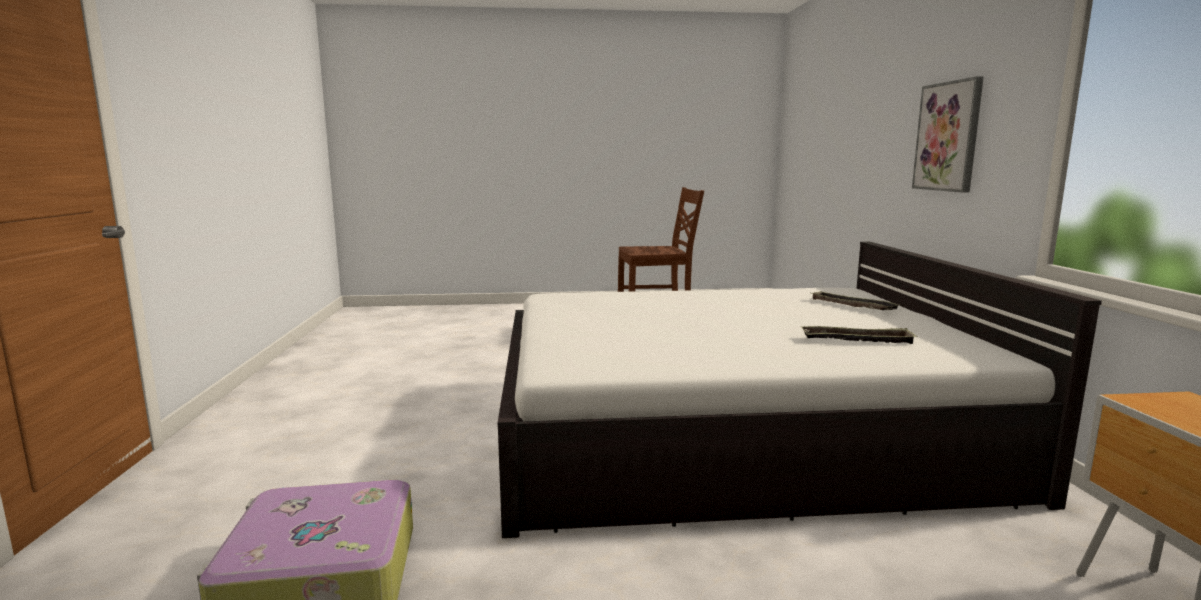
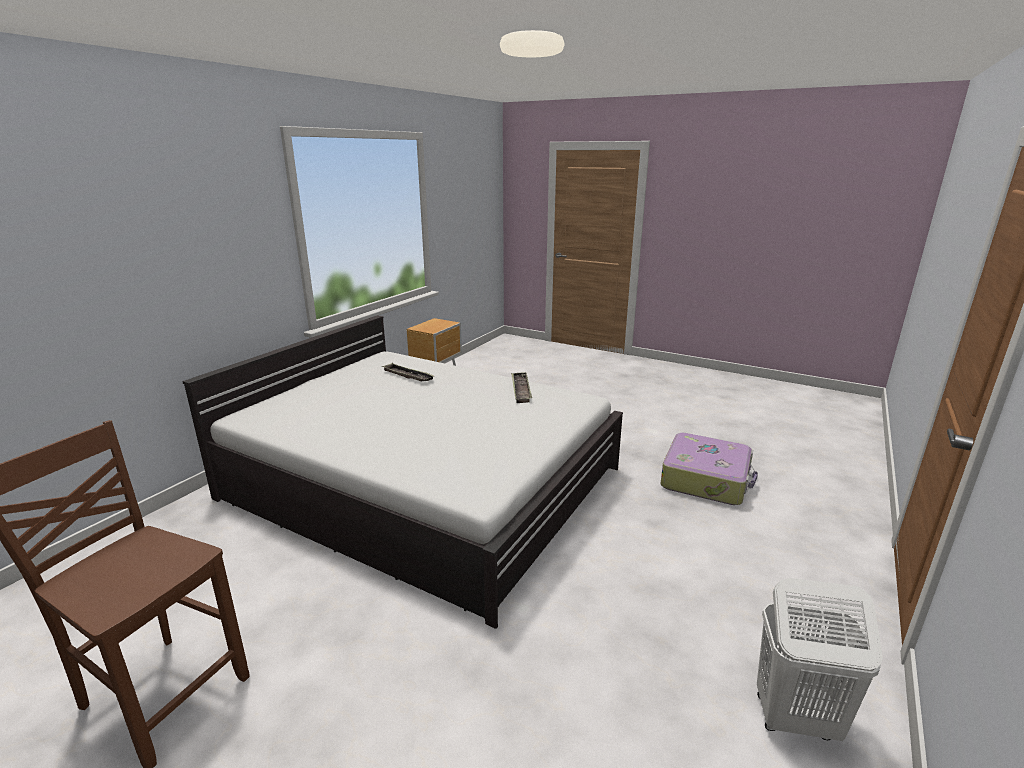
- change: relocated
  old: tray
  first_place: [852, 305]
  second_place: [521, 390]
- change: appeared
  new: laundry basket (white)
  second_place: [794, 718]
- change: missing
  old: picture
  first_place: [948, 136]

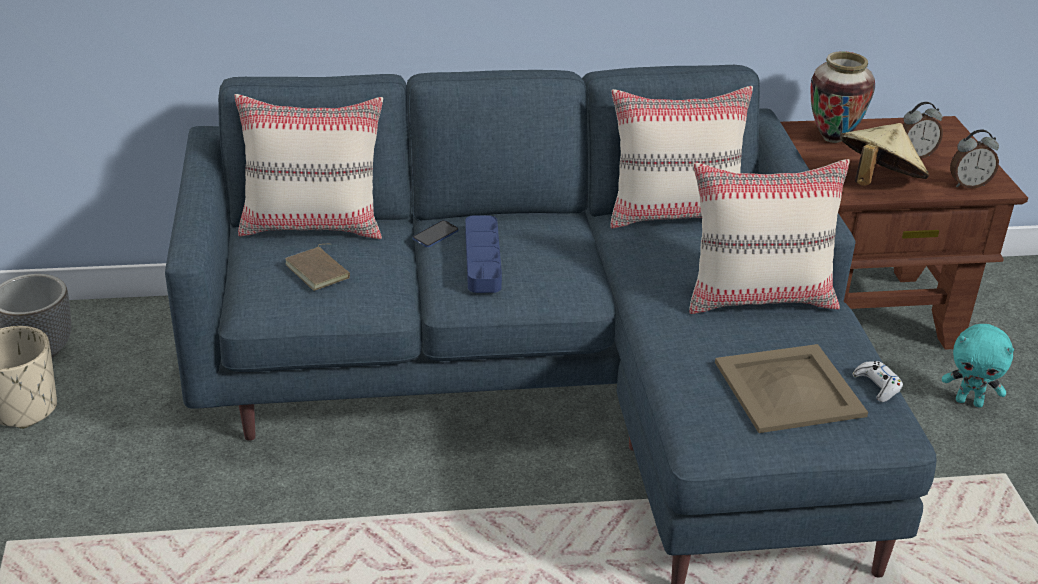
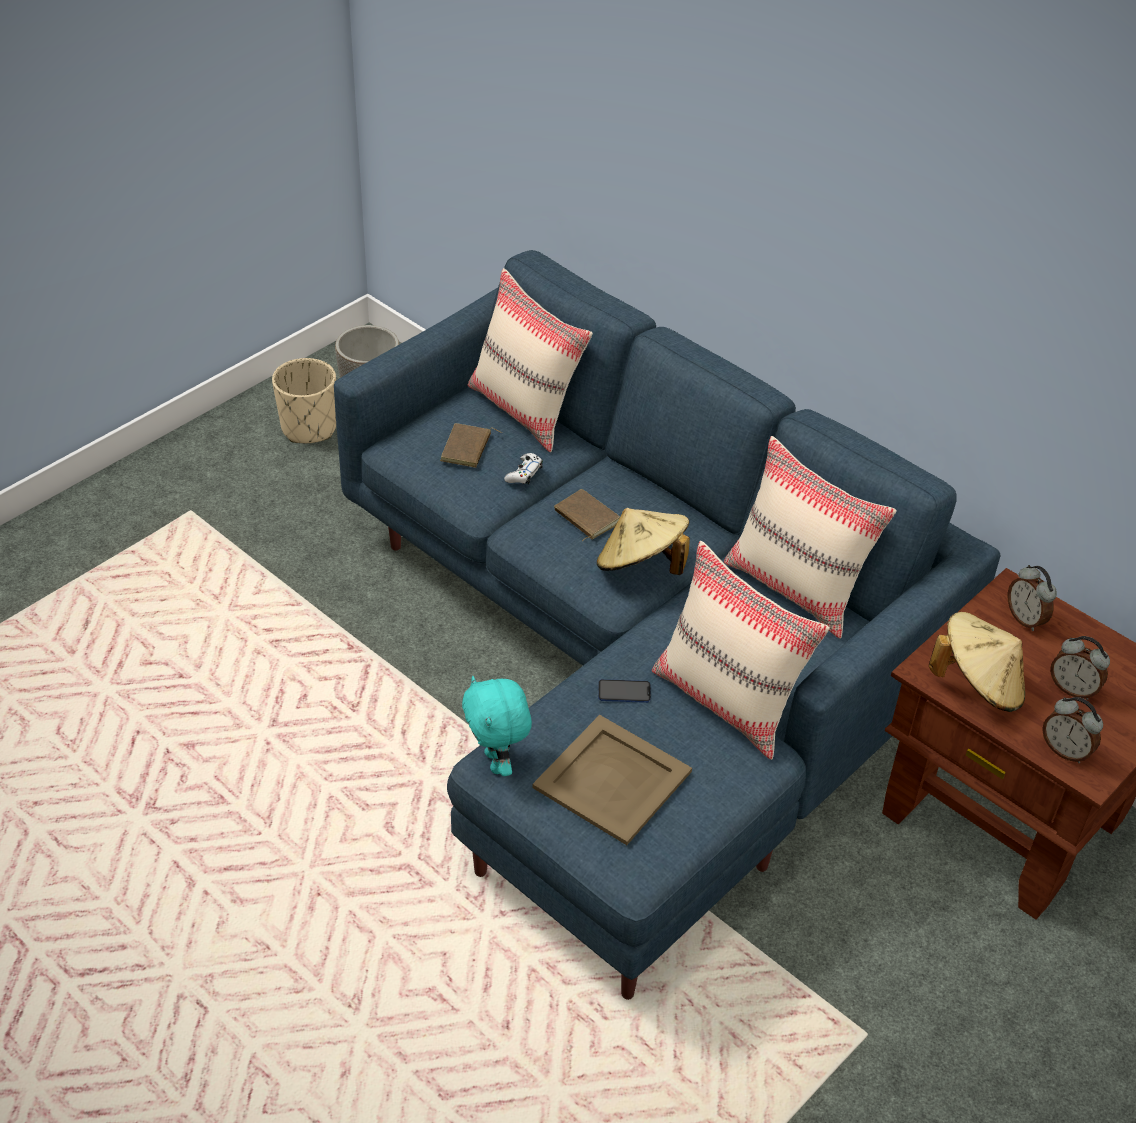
- change: relocated
  old: plush toy (turquoise)
  first_place: [969, 402]
  second_place: [497, 762]
- change: relocated
  old: game controller (white)
  first_place: [877, 386]
  second_place: [524, 473]
- change: exchanged
  old: tray (blue)
  new: book (brown)
  first_place: [482, 259]
  second_place: [585, 518]
- change: appeared
  new: hat (beige)
  second_place: [641, 566]
- change: relocated
  old: phone
  first_place: [435, 235]
  second_place: [624, 692]
- change: exchanged
  old: vase
  new: alarm clock
  first_place: [833, 138]
  second_place: [1025, 619]

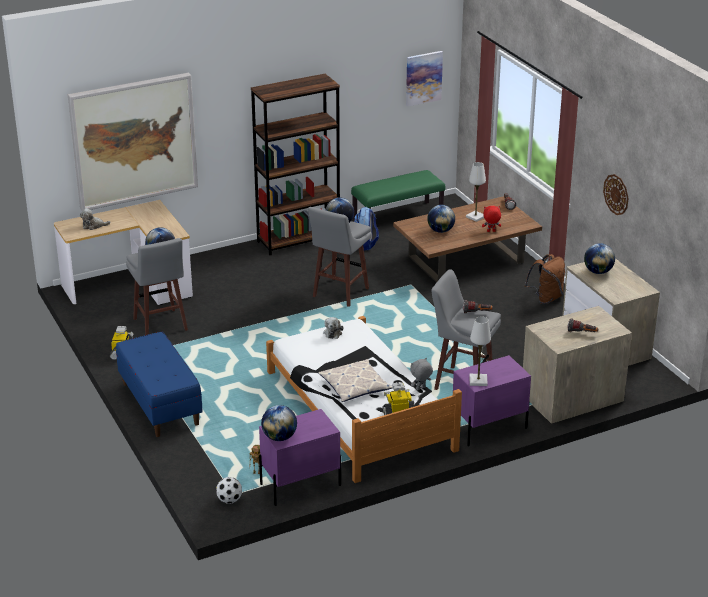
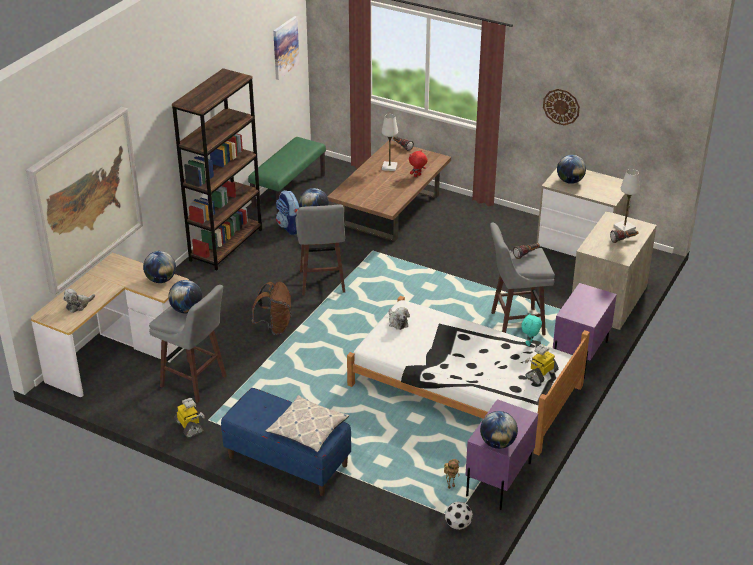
- change: relocated
  old: globe
  first_place: [440, 231]
  second_place: [161, 280]
- change: relocated
  old: backpack (brown)
  first_place: [546, 298]
  second_place: [275, 327]
- change: relocated
  old: pillow
  first_place: [355, 386]
  second_place: [308, 429]
- change: colour
  old: plush toy (grey)
  new: plush toy (turquoise)
  first_place: [420, 388]
  second_place: [530, 343]
- change: relocated
  old: table lamp (white)
  first_place: [478, 381]
  second_place: [624, 227]

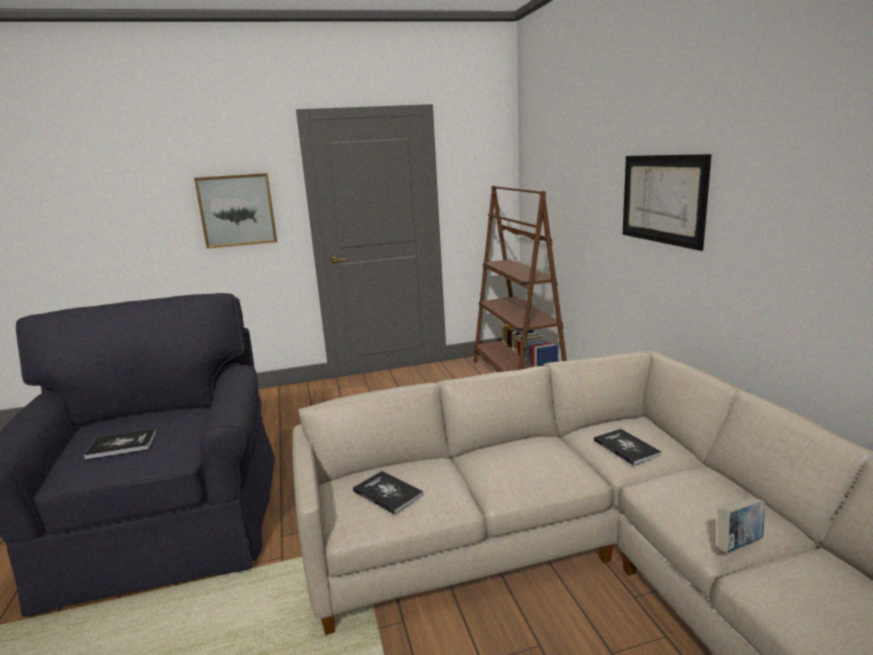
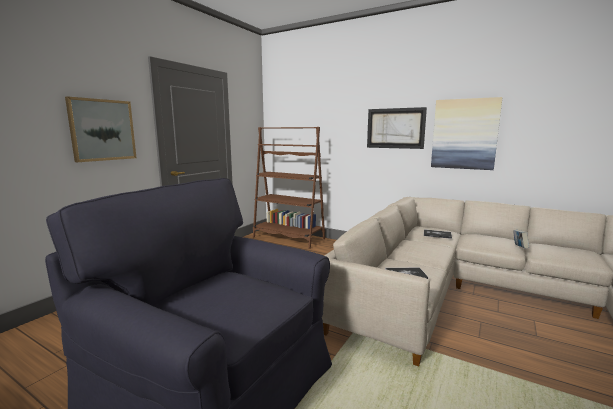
- change: appeared
  new: picture
  second_place: [464, 134]
- change: missing
  old: book
  first_place: [122, 445]

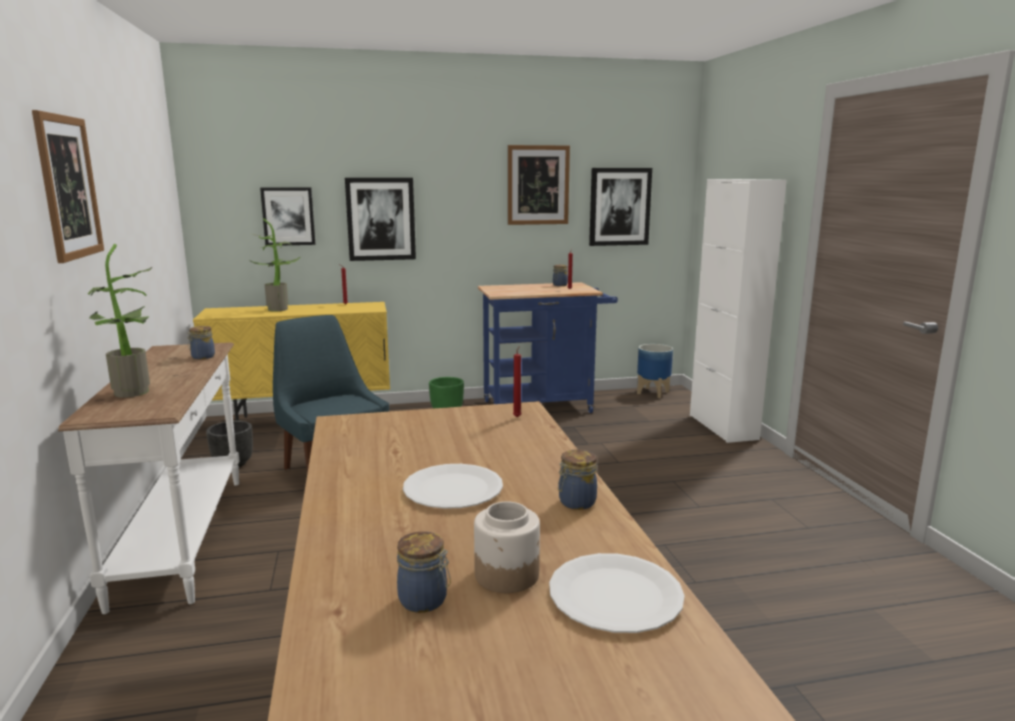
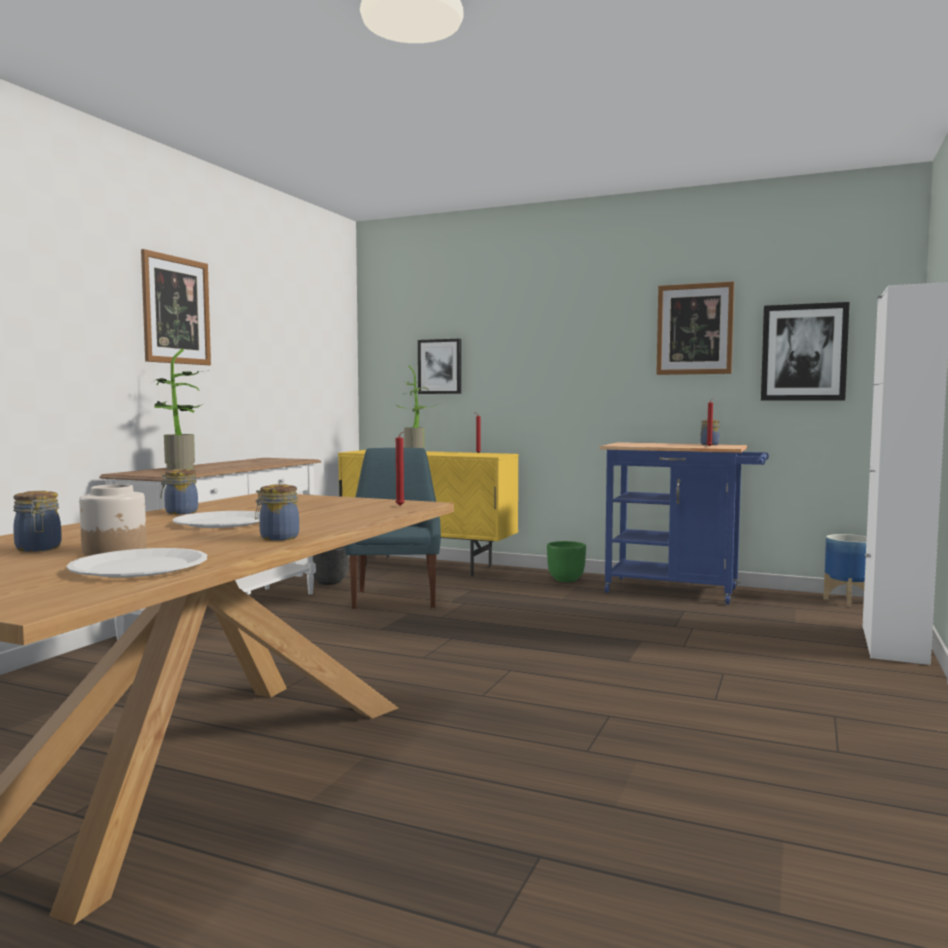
- change: relocated
  old: jar
  first_place: [202, 357]
  second_place: [180, 512]
- change: missing
  old: picture
  first_place: [381, 219]

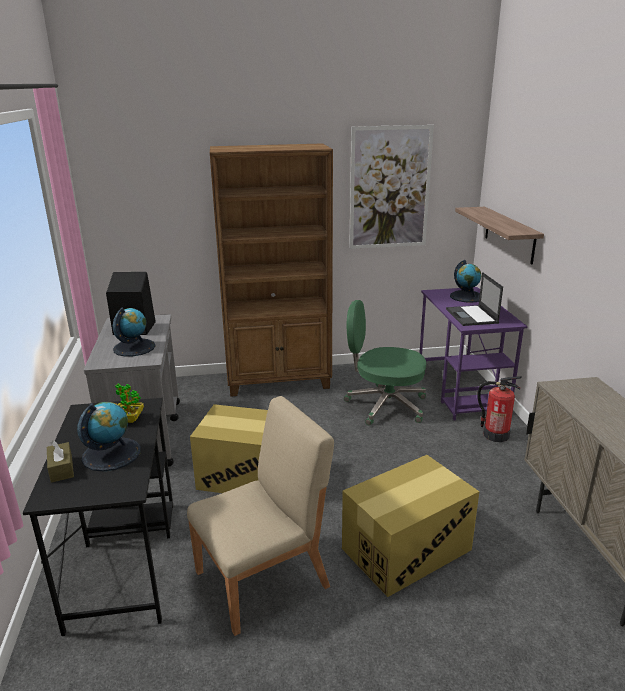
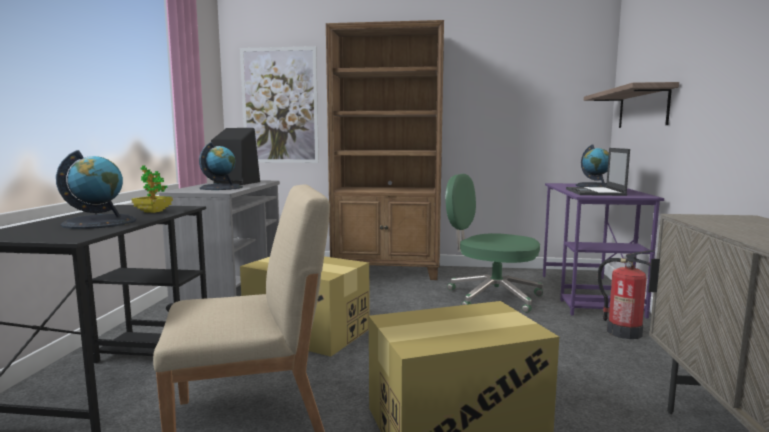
- change: relocated
  old: picture
  first_place: [389, 188]
  second_place: [280, 106]
- change: missing
  old: tissue box (brown)
  first_place: [61, 469]

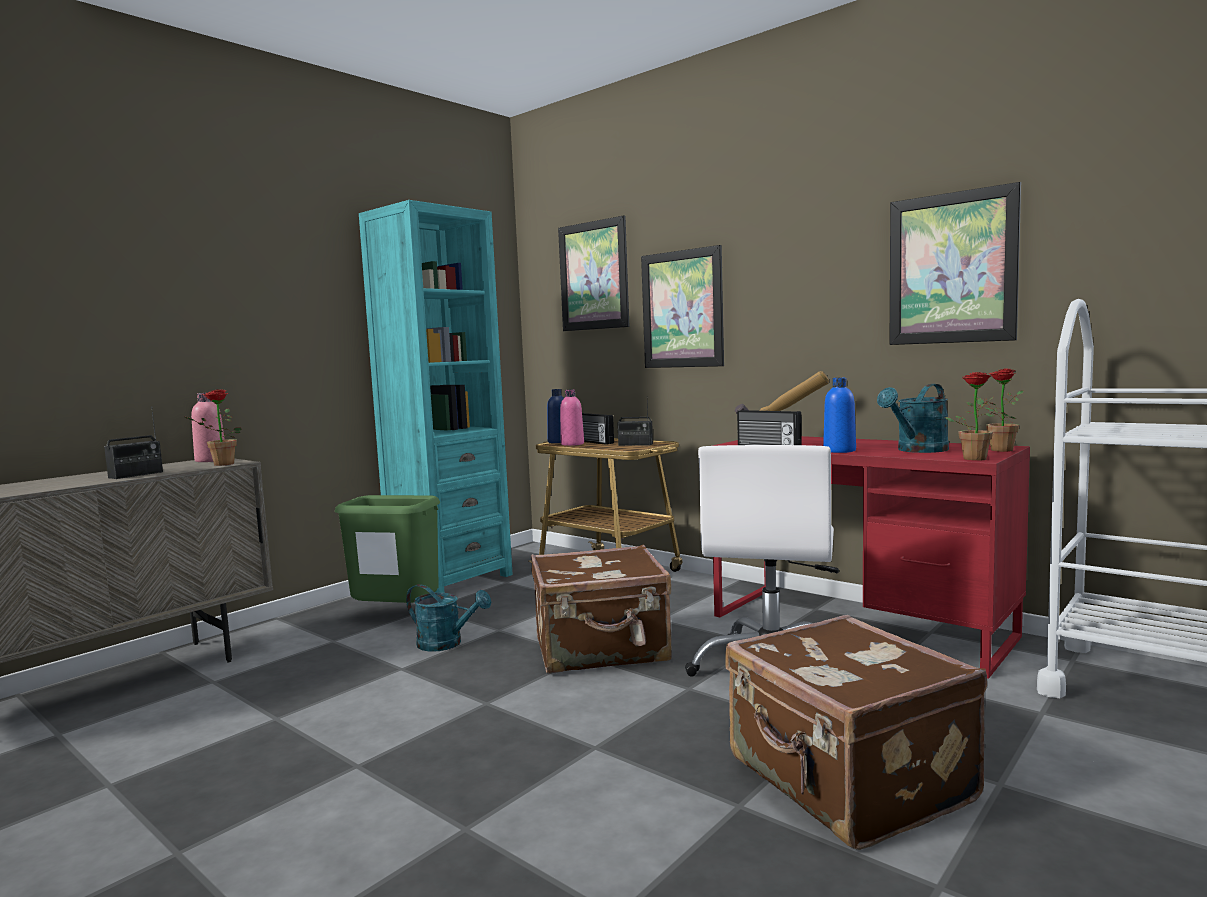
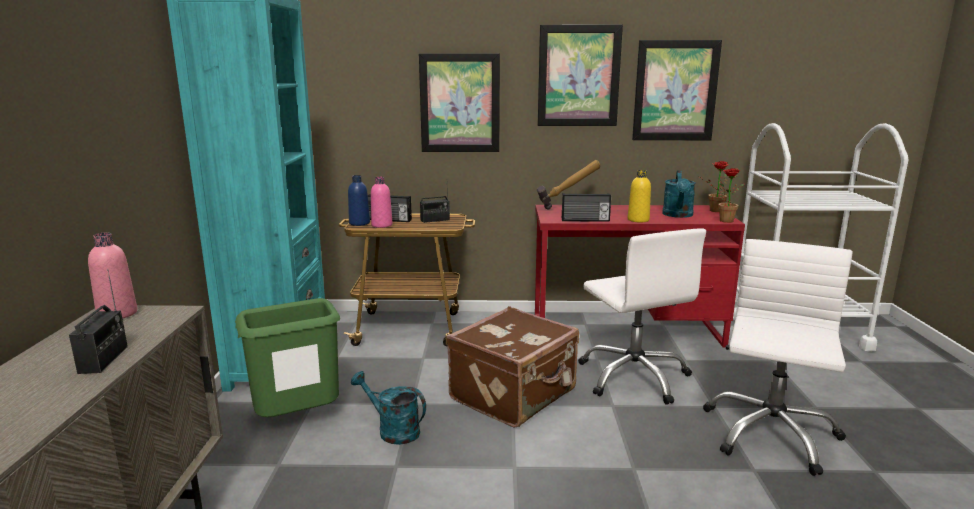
- change: spun
  old: watering can (turquoise)
  first_place: [447, 644]
  second_place: [392, 430]
  degrees: -135
- change: relocated
  old: picture
  first_place: [593, 276]
  second_place: [578, 76]
- change: colour
  old: bottle (blue)
  new: bottle (yellow)
  first_place: [839, 450]
  second_place: [638, 220]
- change: exchanged
  old: suitcase (brown)
  new: office chair (white)
  first_place: [847, 782]
  second_place: [769, 433]
- change: missing
  old: potted plant
  first_place: [219, 465]

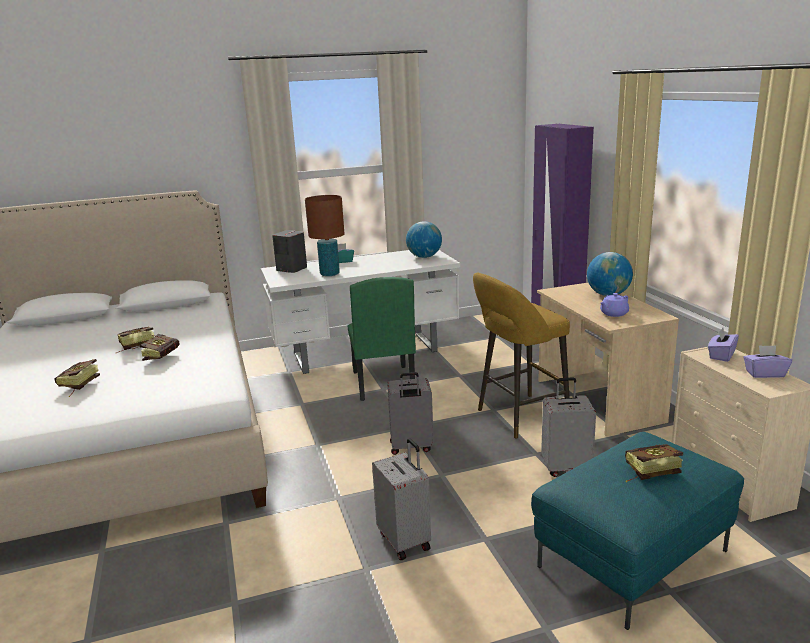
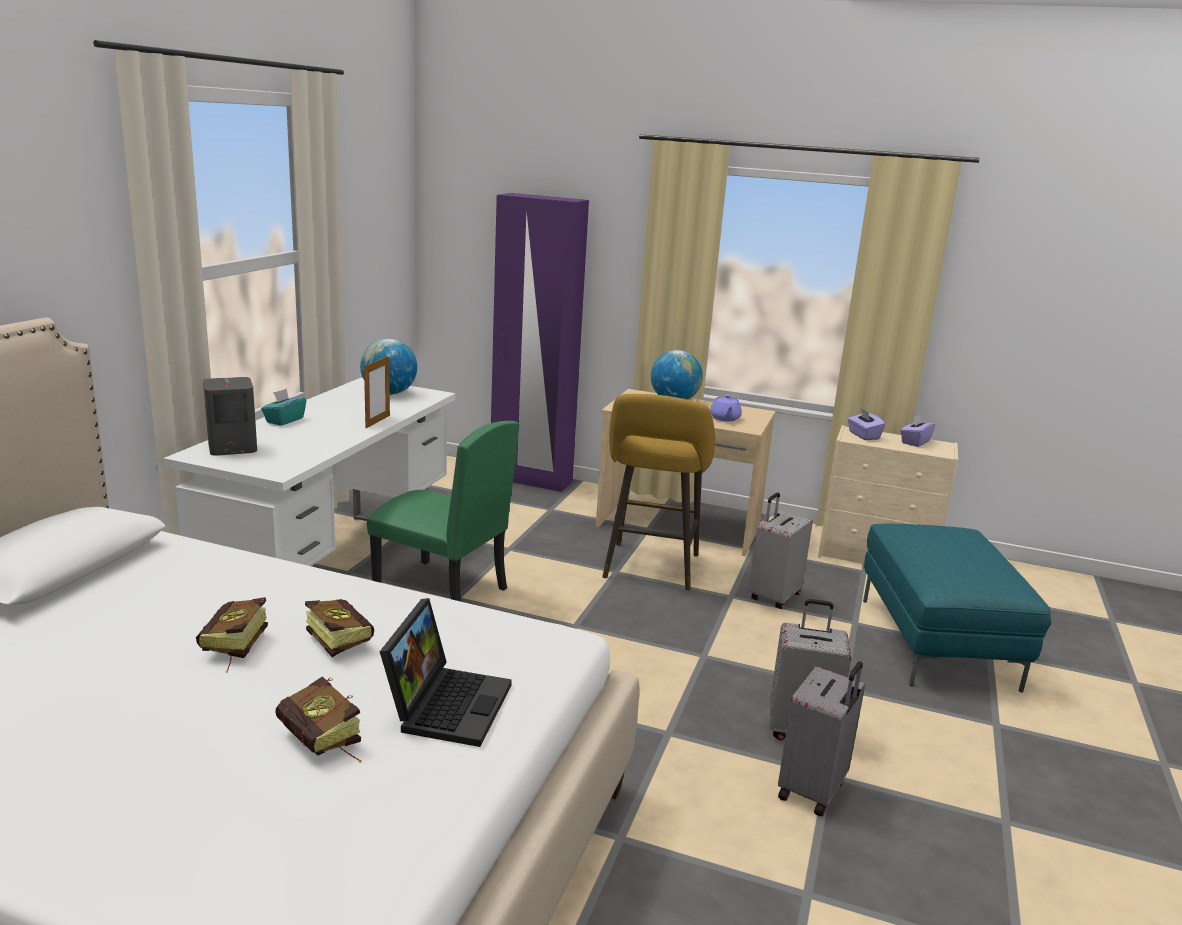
- change: appeared
  new: picture frame
  second_place: [377, 421]
- change: appeared
  new: laptop
  second_place: [447, 703]
- change: relocated
  old: suitcase (grey)
  first_place: [411, 447]
  second_place: [813, 790]
- change: missing
  old: table lamp (brown)
  first_place: [329, 274]
- change: missing
  old: book
  first_place: [647, 473]

